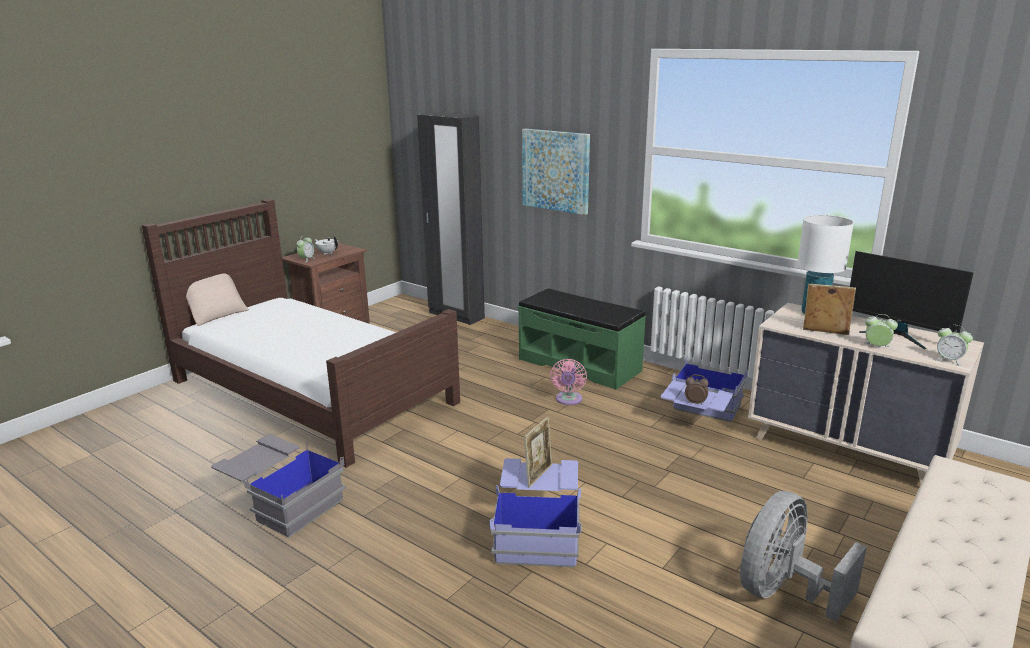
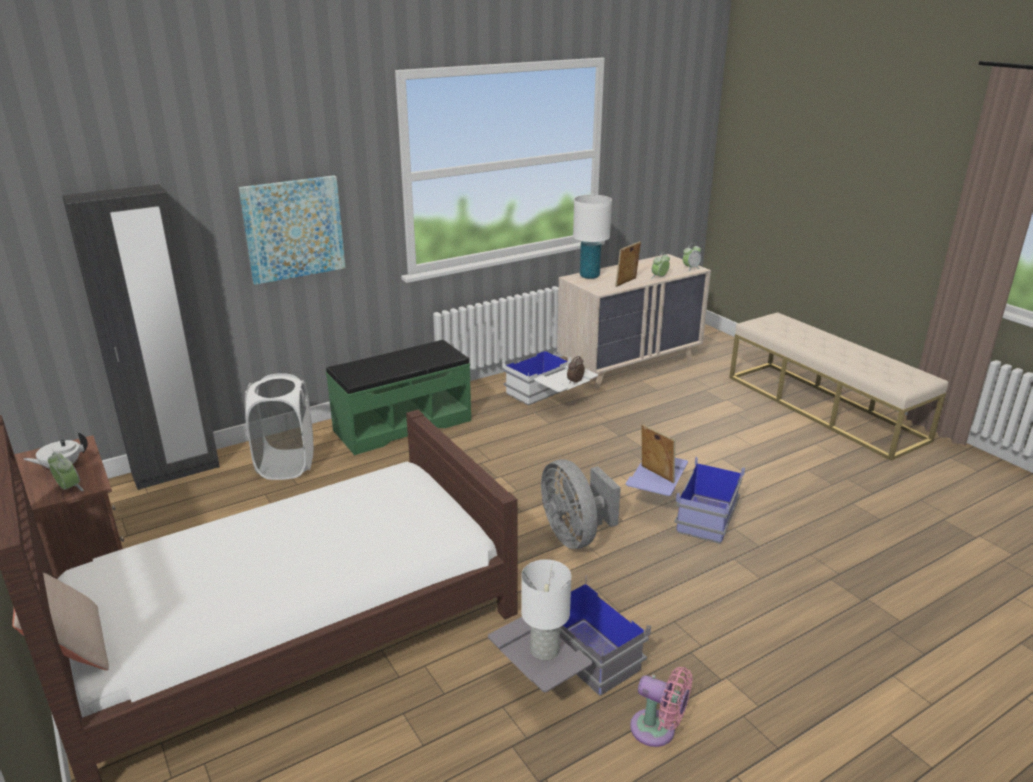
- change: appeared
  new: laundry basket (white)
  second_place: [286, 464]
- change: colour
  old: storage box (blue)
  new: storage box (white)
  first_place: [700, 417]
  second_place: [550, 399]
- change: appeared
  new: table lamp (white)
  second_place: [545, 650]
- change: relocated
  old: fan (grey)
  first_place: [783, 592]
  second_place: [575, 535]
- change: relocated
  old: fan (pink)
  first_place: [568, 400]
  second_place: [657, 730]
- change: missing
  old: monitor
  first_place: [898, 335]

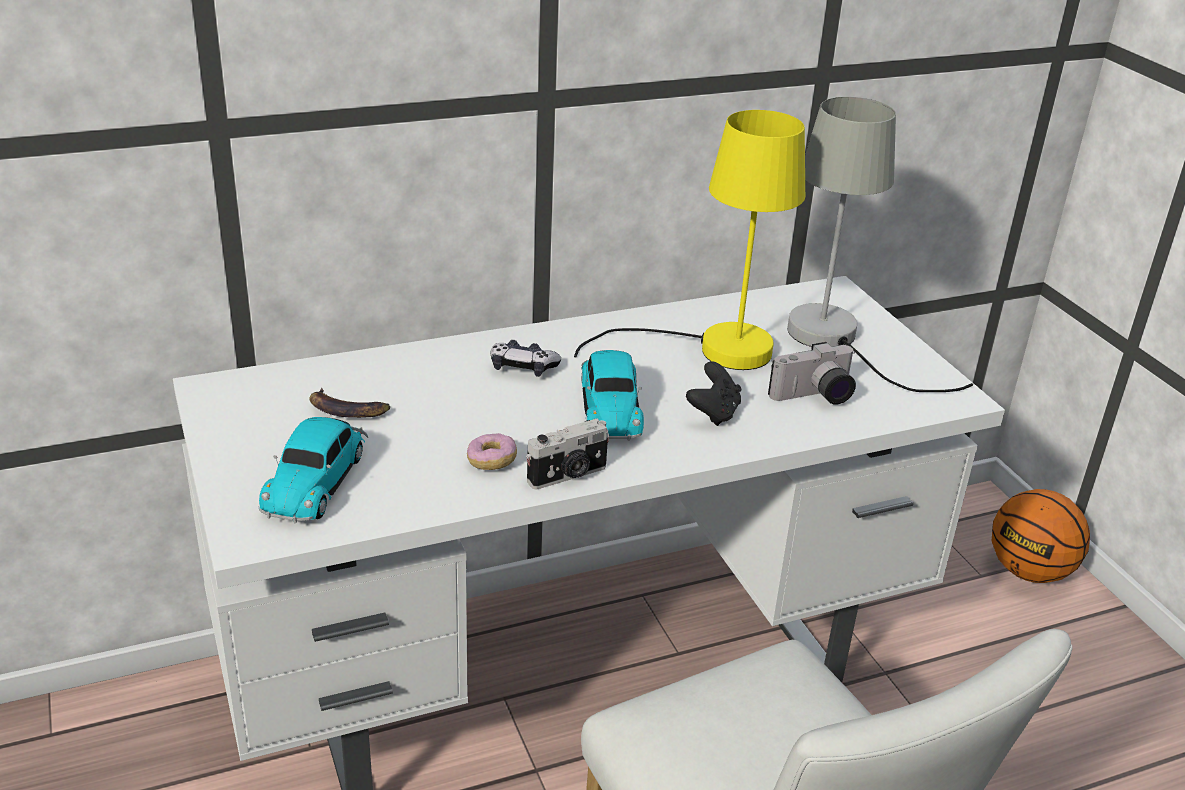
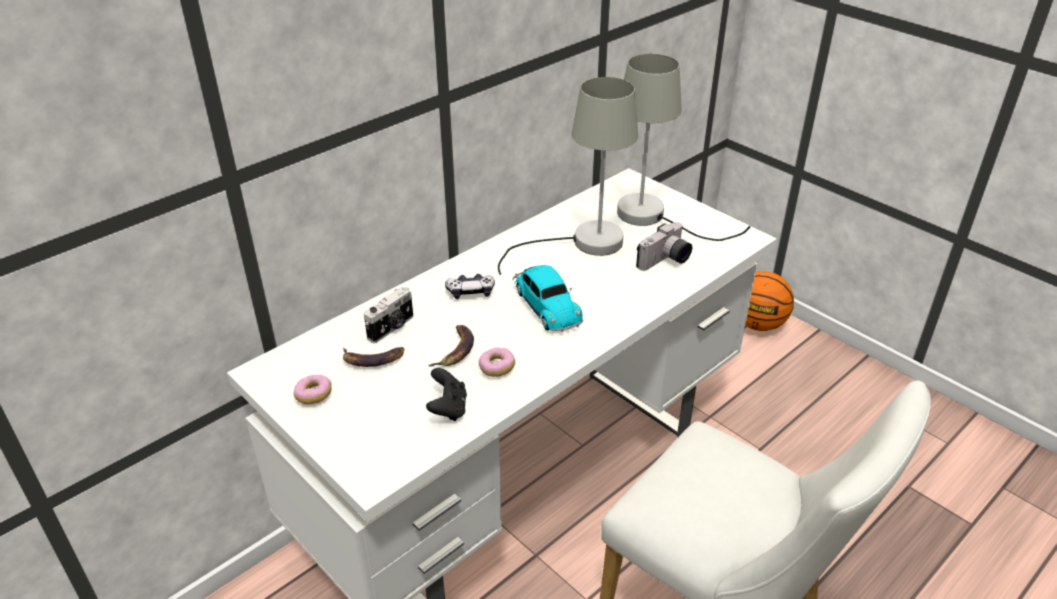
- change: appeared
  new: donut
  second_place: [314, 395]
- change: relocated
  old: photo camera
  first_place: [568, 475]
  second_place: [392, 328]
- change: relocated
  old: game controller (black)
  first_place: [713, 413]
  second_place: [448, 408]
- change: appeared
  new: banana
  second_place: [455, 350]
- change: colour
  old: table lamp (yellow)
  new: table lamp (grey)
  first_place: [713, 349]
  second_place: [583, 244]
- change: missing
  old: toy car
  first_place: [317, 480]

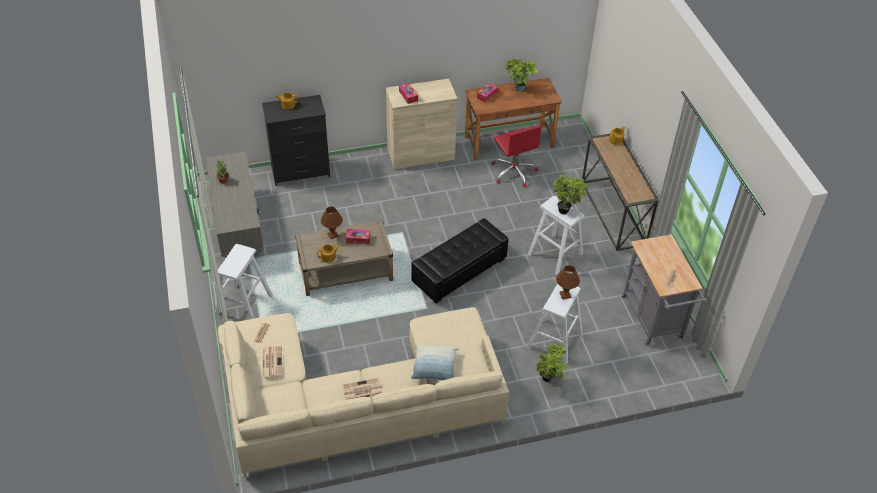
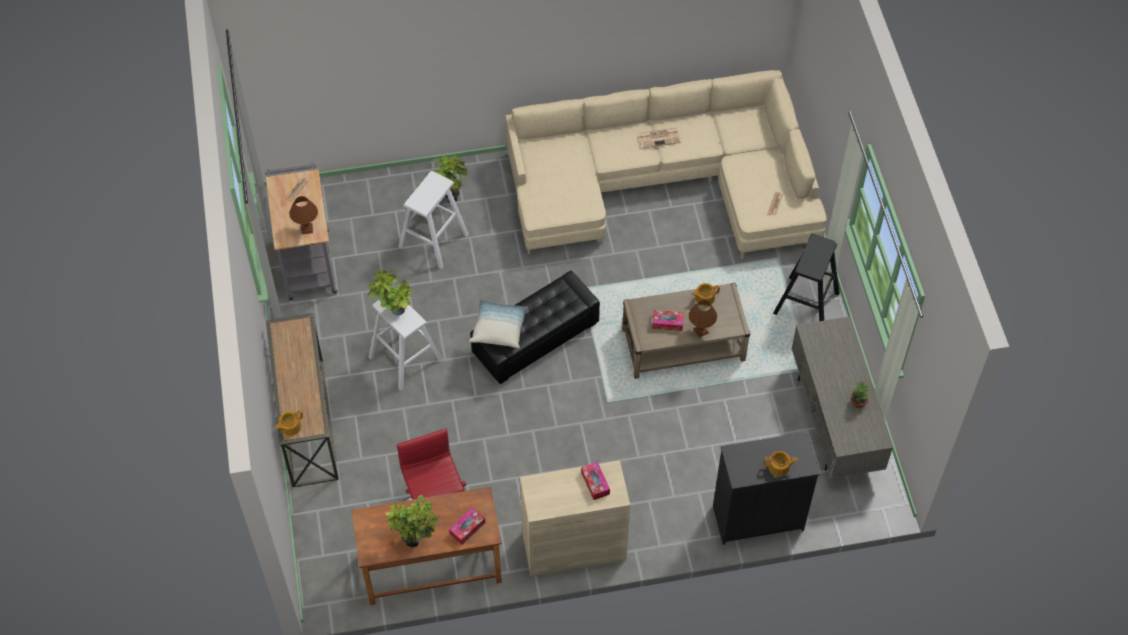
- change: relocated
  old: table lamp (brown)
  first_place: [565, 294]
  second_place: [306, 229]
- change: relocated
  old: pillow
  first_place: [434, 368]
  second_place: [499, 329]
- change: colour
  old: stool (white)
  new: stool (black)
  first_place: [244, 304]
  second_place: [806, 303]
- change: missing
  old: newspaper
  first_place: [272, 361]

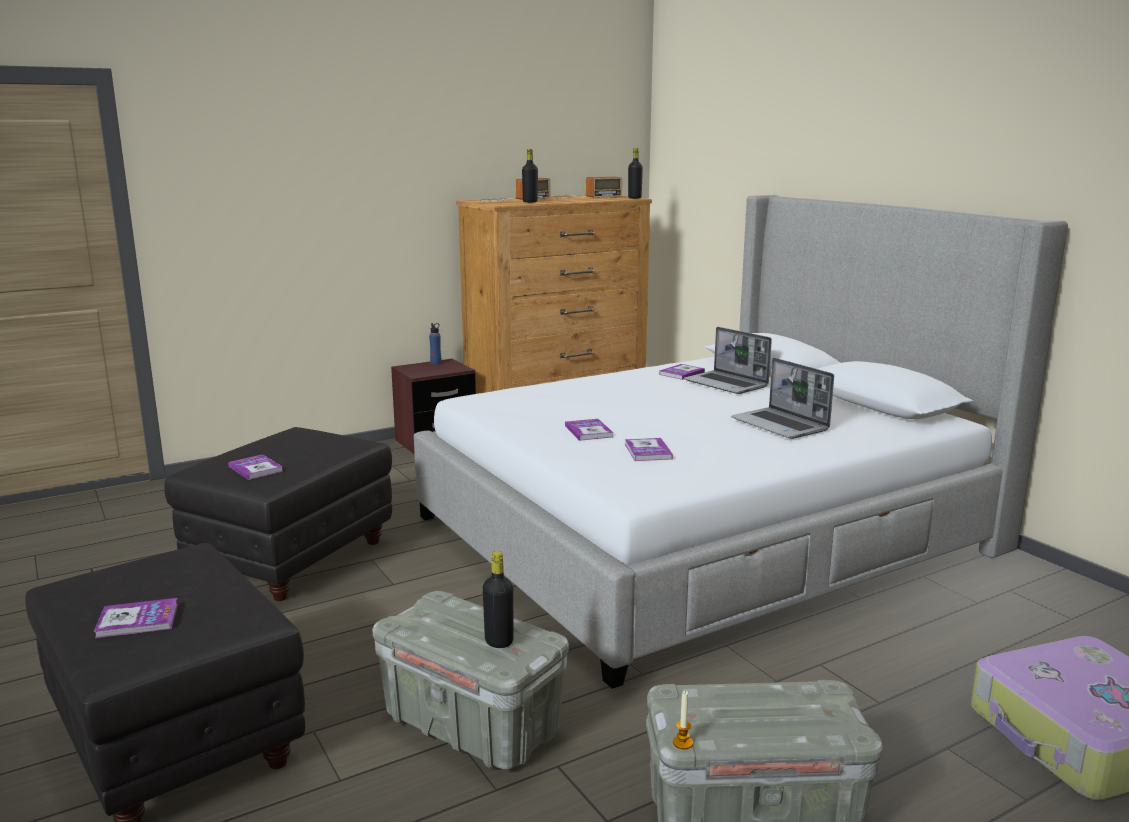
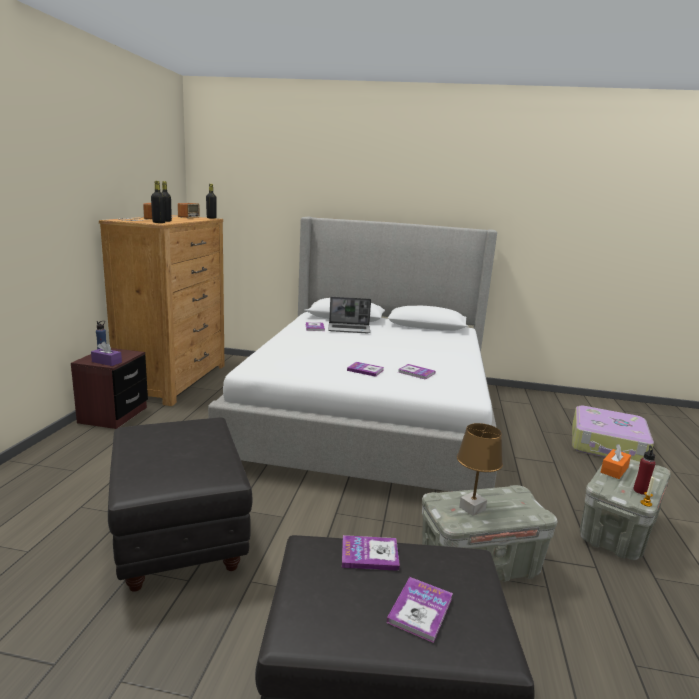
- change: appeared
  new: tissue box (purple)
  second_place: [106, 362]
- change: relocated
  old: bottle (black)
  first_place: [499, 641]
  second_place: [159, 222]
- change: relocated
  old: book
  first_place: [255, 469]
  second_place: [369, 554]
- change: appeared
  new: table lamp (brown)
  second_place: [472, 508]
- change: appeared
  new: tissue box (orange)
  second_place: [614, 470]
- change: appeared
  new: bottle (red)
  second_place: [640, 491]
- change: missing
  old: laptop
  first_place: [781, 425]

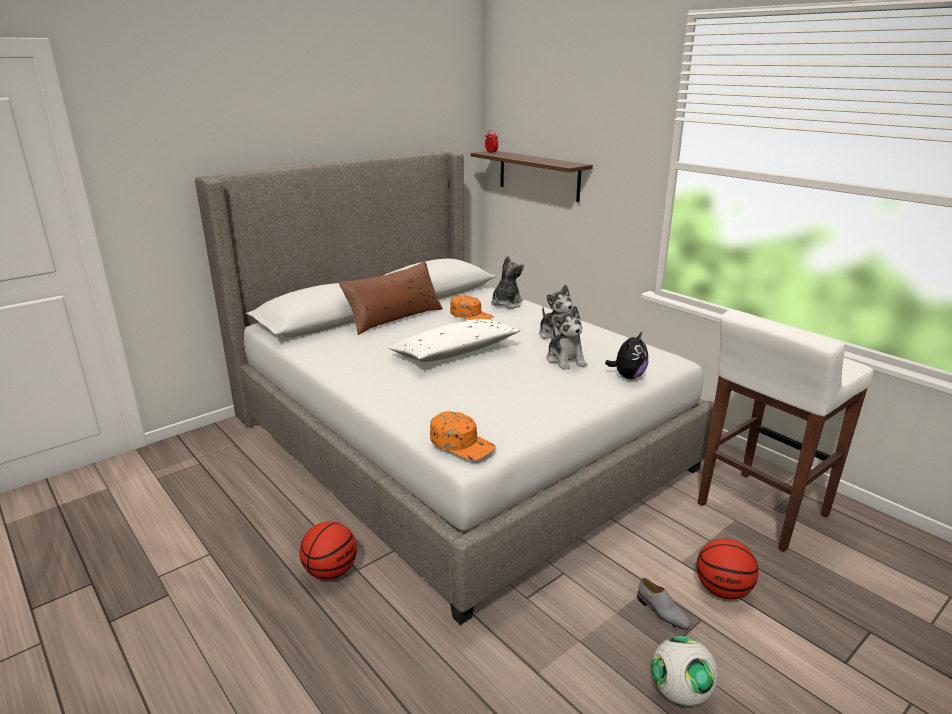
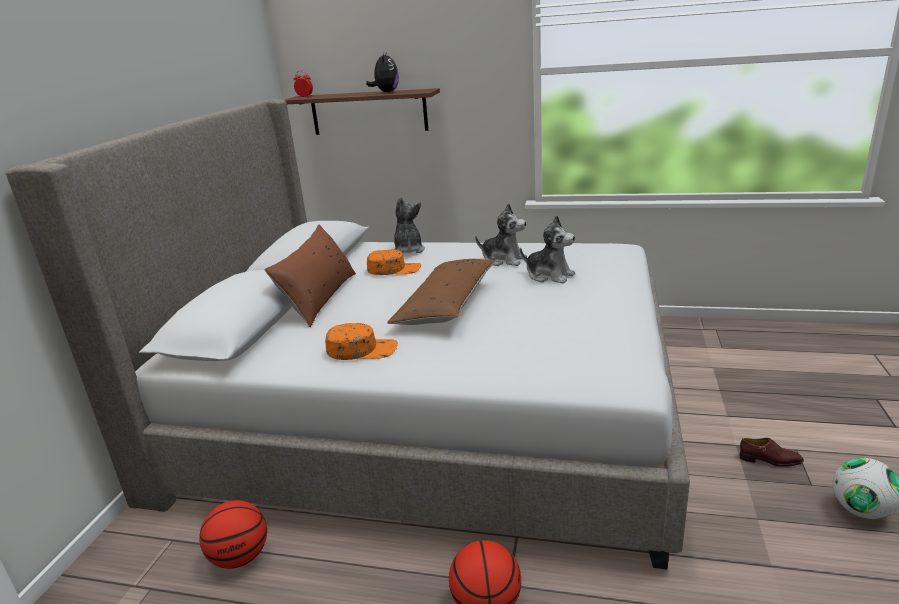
- change: relocated
  old: basketball
  first_place: [722, 590]
  second_place: [240, 557]
- change: relocated
  old: cap (orange)
  first_place: [462, 443]
  second_place: [362, 349]
- change: relocated
  old: plush toy
  first_place: [628, 376]
  second_place: [386, 92]
- change: colour
  old: pillow (white)
  new: pillow (brown)
  first_place: [455, 352]
  second_place: [446, 305]
- change: colour
  old: shoe (grey)
  new: shoe (brown)
  first_place: [662, 612]
  second_place: [770, 460]
- change: missing
  old: stool (white)
  first_place: [760, 510]

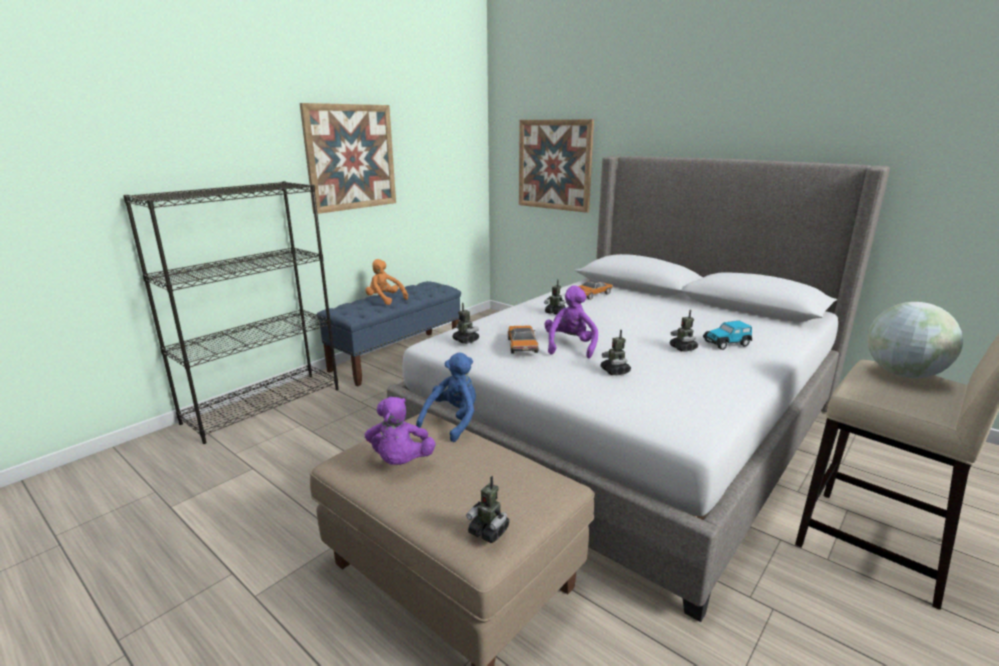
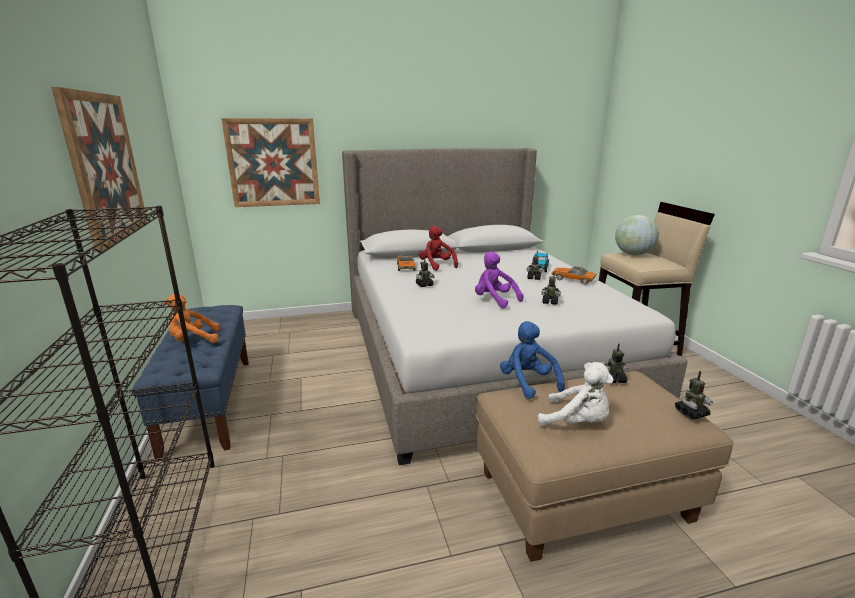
- change: appeared
  new: plush toy (red)
  second_place: [436, 265]
- change: colour
  old: plush toy (purple)
  new: plush toy (white)
  first_place: [400, 462]
  second_place: [577, 422]
- change: relocated
  old: toy car
  first_place: [522, 345]
  second_place: [573, 279]
- change: relocated
  old: toy robot
  first_place: [465, 340]
  second_place: [613, 379]

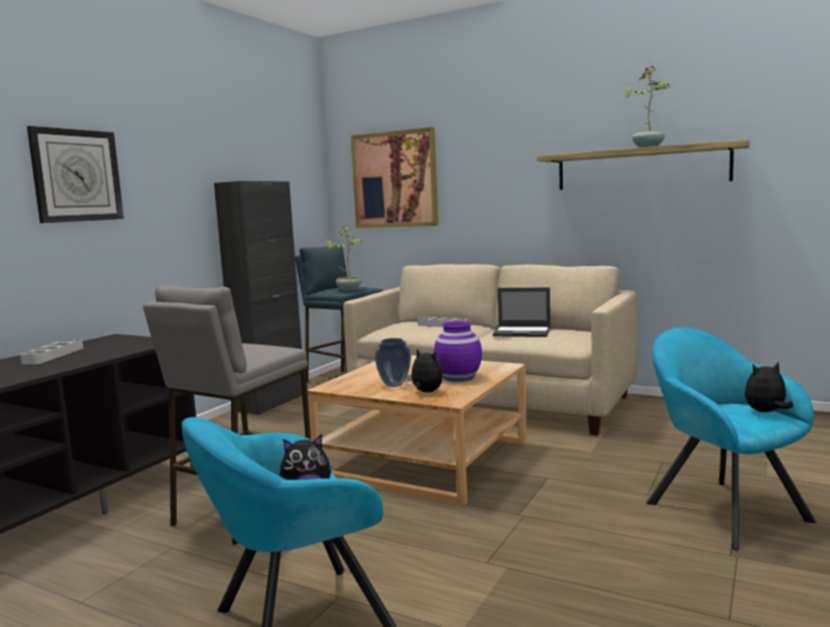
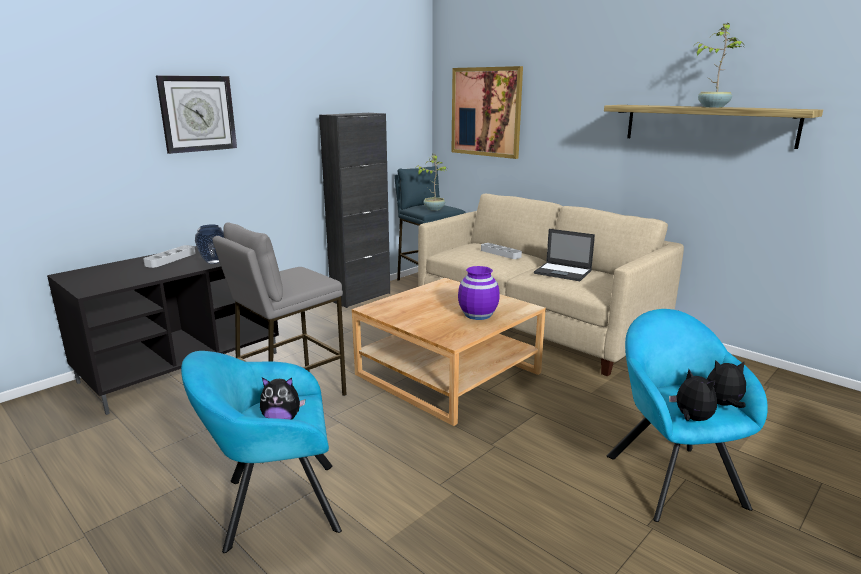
- change: relocated
  old: vase
  first_place: [394, 385]
  second_place: [213, 262]
- change: relocated
  old: plush toy
  first_place: [425, 392]
  second_place: [691, 419]

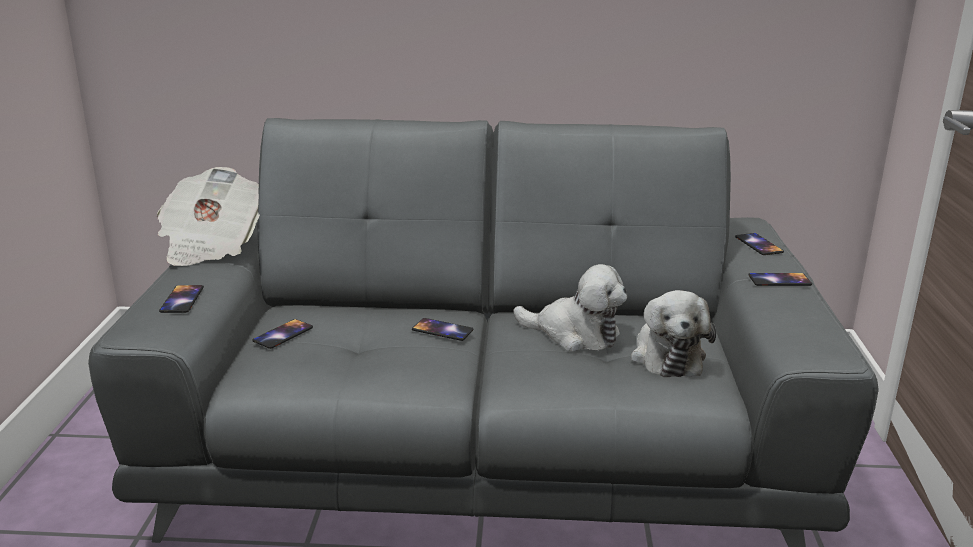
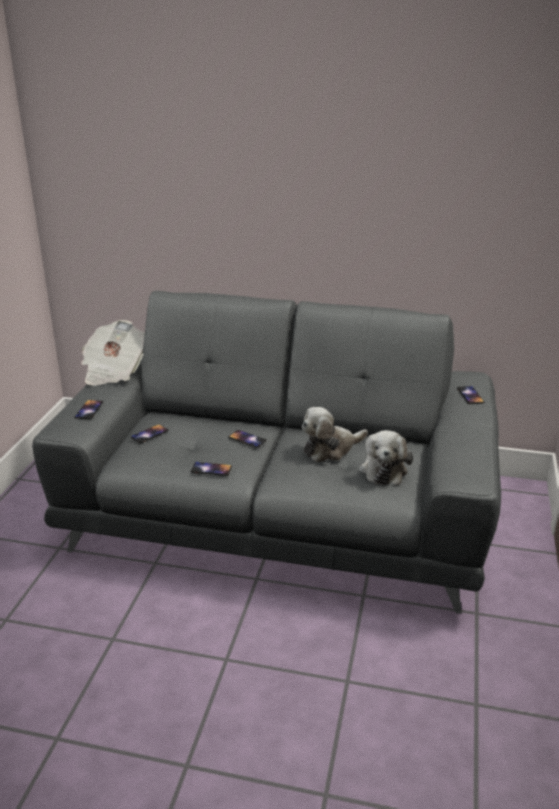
- change: relocated
  old: phone
  first_place: [779, 280]
  second_place: [211, 469]
- change: spun
  old: plush toy
  first_place: [575, 334]
  second_place: [330, 449]
  degrees: 120

